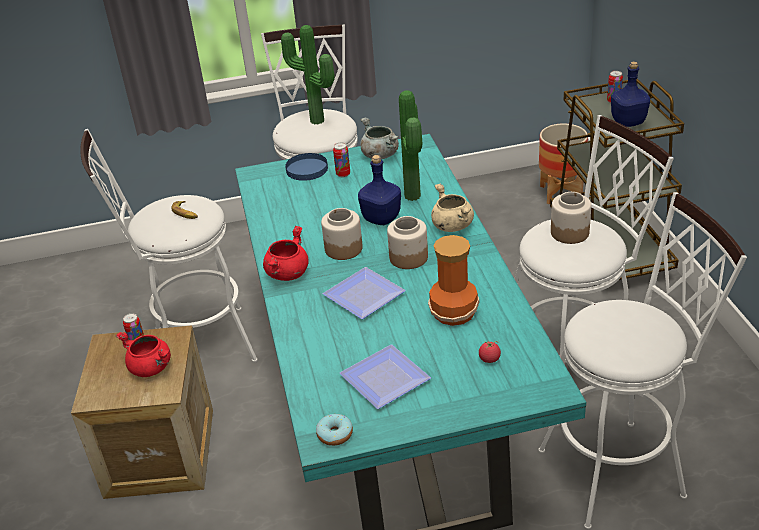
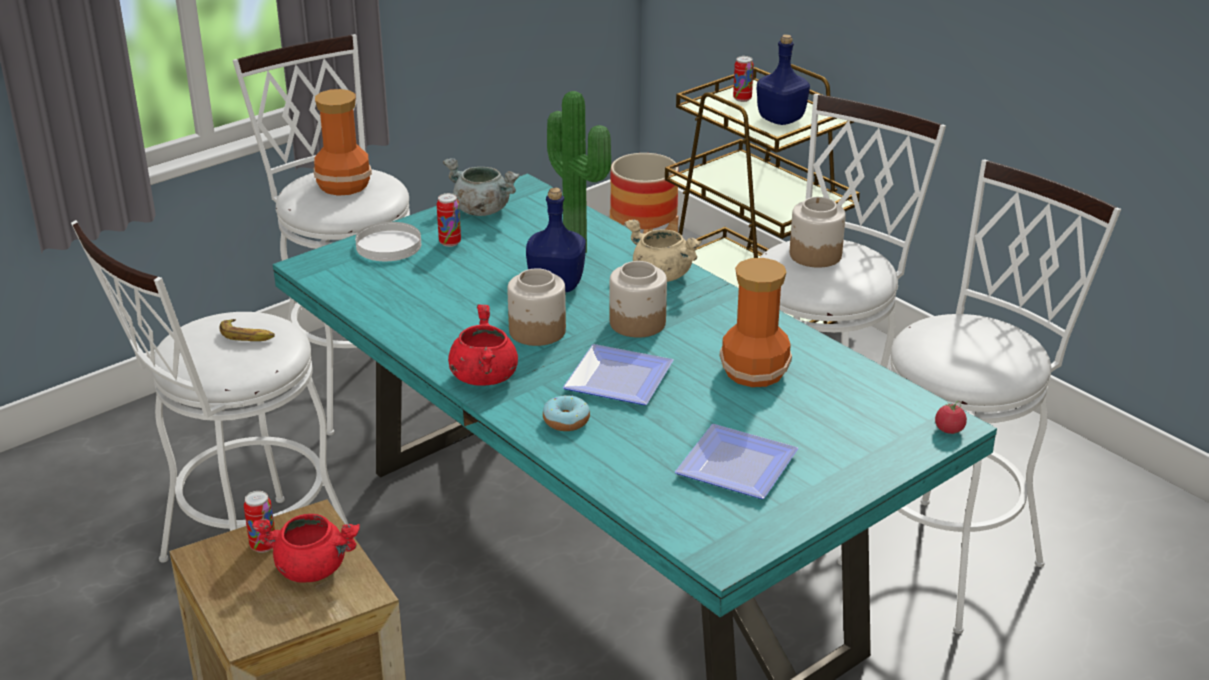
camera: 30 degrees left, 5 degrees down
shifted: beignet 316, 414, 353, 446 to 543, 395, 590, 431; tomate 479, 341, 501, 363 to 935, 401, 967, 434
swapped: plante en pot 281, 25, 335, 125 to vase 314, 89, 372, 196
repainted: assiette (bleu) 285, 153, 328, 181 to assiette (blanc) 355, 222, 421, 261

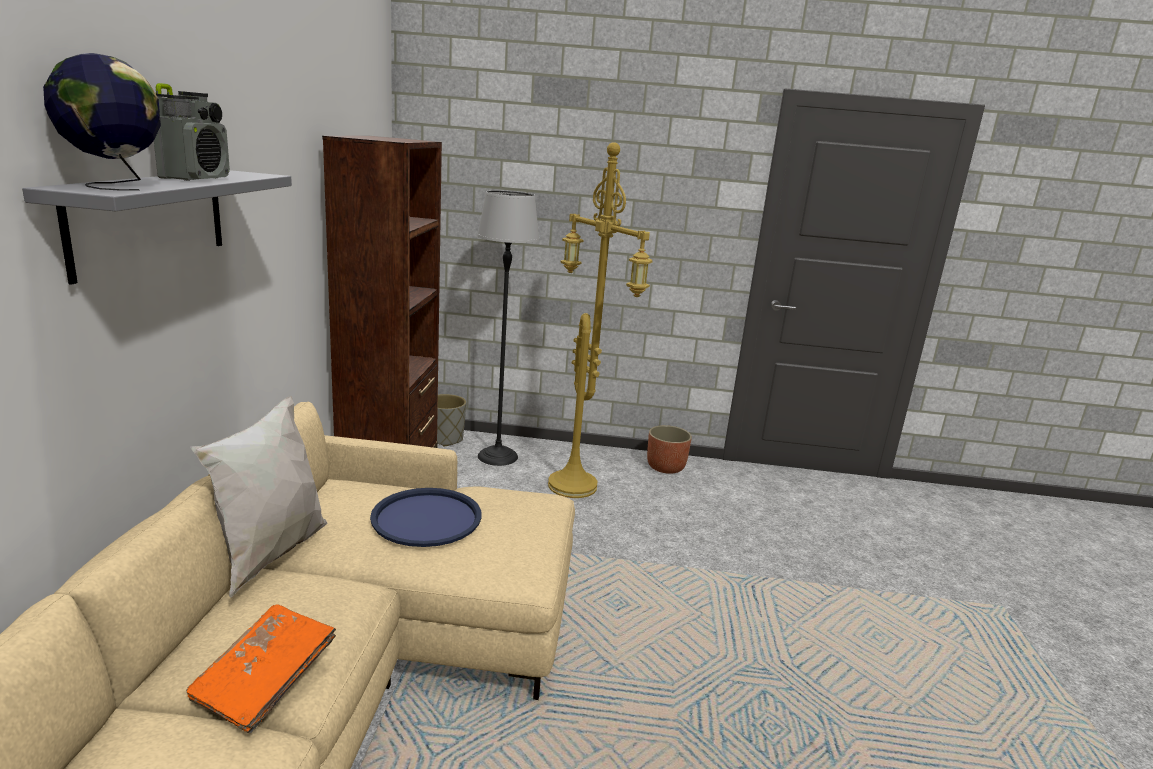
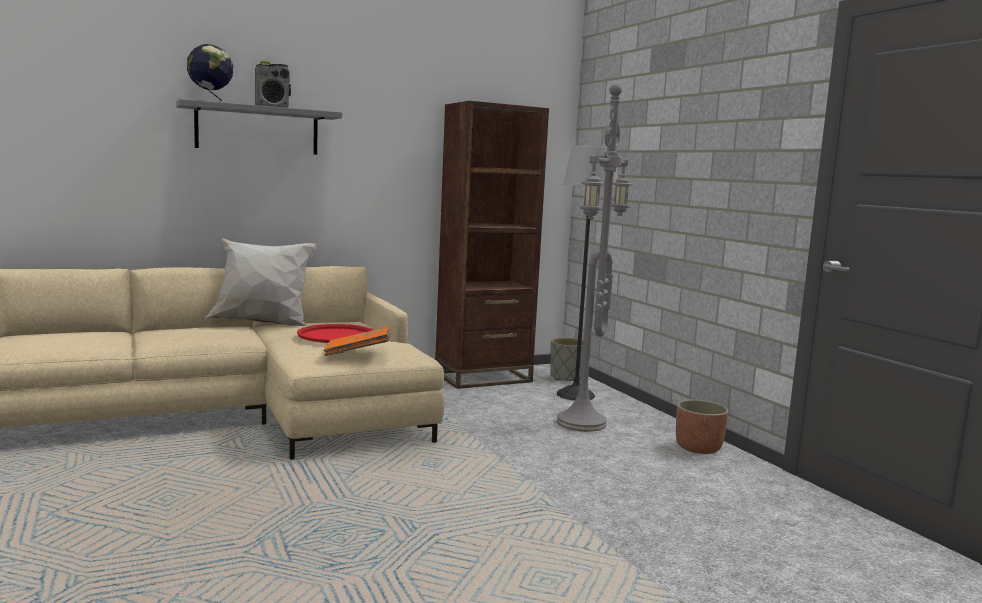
camera: 60 degrees right, 10 degrees down
shifted: livre (orange) 186, 604, 336, 734 to 324, 327, 390, 356
repainted: plateau (bleu) 370, 488, 482, 547 to plateau (rouge) 297, 324, 373, 343; lampadaire (jaune) 548, 142, 653, 498 to lampadaire (gris) 557, 83, 632, 432

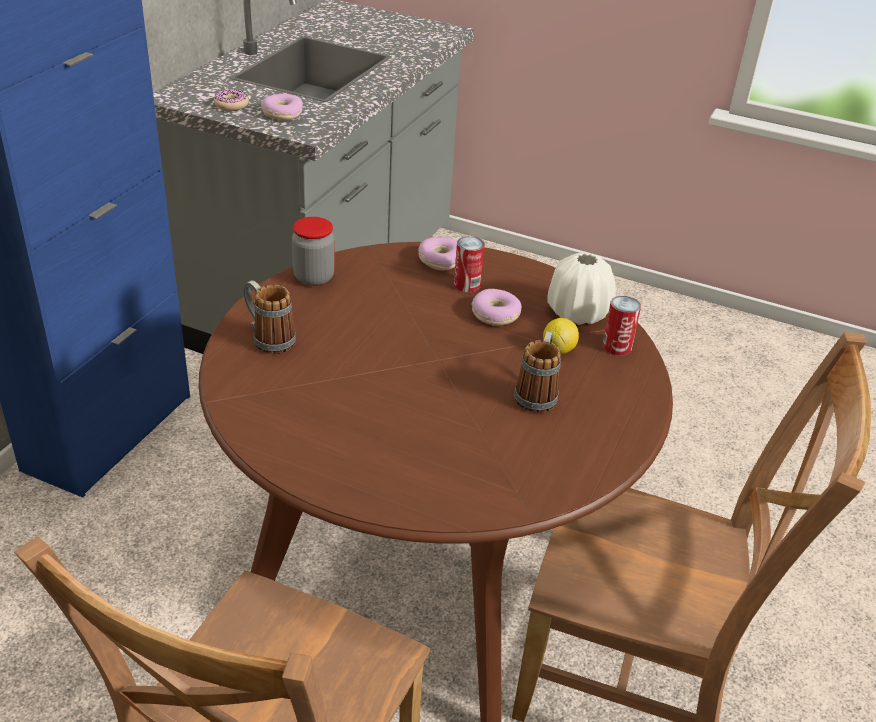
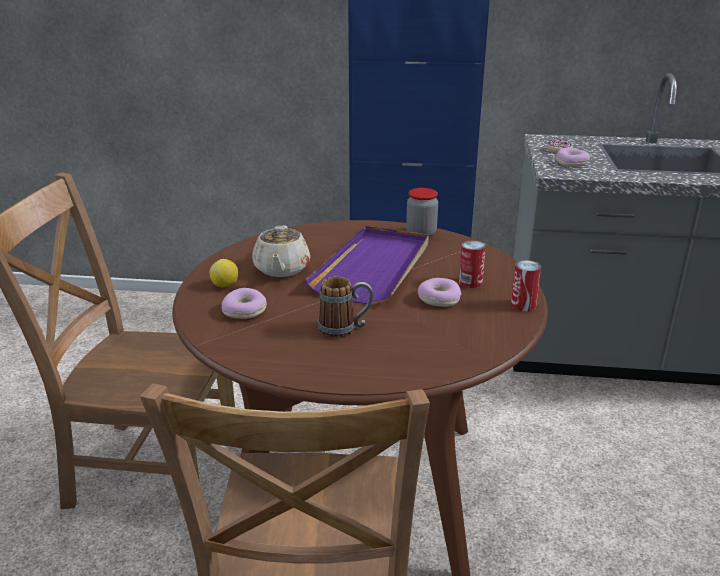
camera: 75 degrees right, 10 degrees down
gone: mug 243, 280, 296, 354; vase (blanc) 547, 252, 616, 325
new: théière (beige) 252, 225, 310, 277; plateau (violet) 305, 226, 429, 305
shifted: beignet 418, 237, 457, 271 to 222, 288, 267, 319; citron 543, 318, 579, 354 to 209, 259, 238, 287; boîte métallique 602, 296, 641, 356 to 511, 260, 541, 311

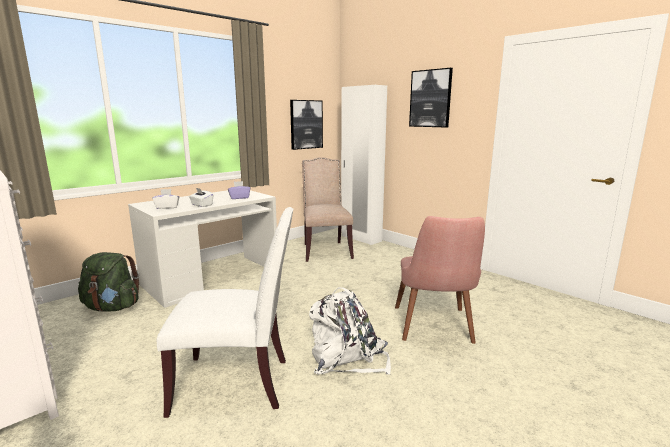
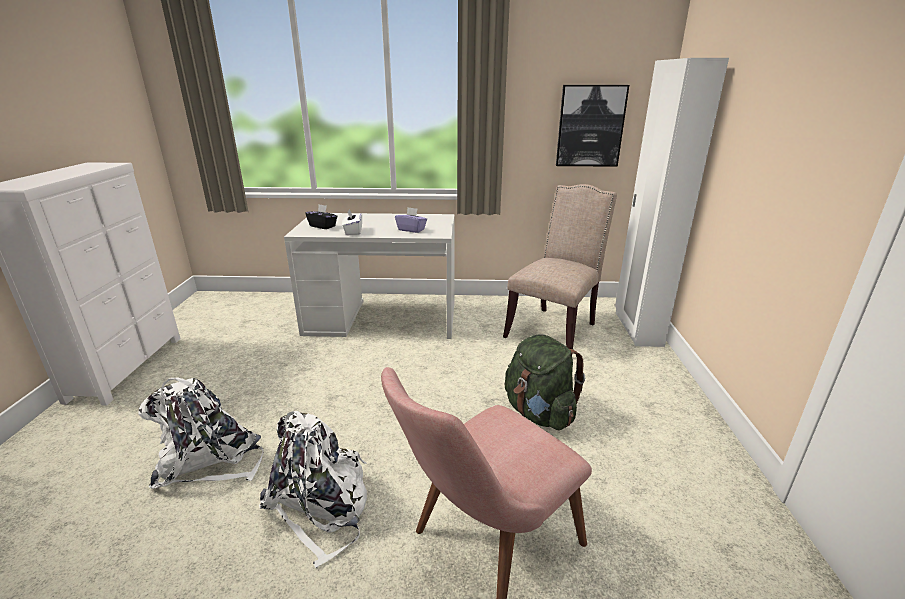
camera: 45 degrees right, 10 degrees up
gone: tableau 409, 68, 453, 127
shifted: sac à dos (vert) 78, 252, 139, 312 to 505, 334, 585, 430
swapped: chaise (blanc) 157, 207, 294, 418 to sac à dos (blanc) 138, 378, 264, 489
repainted: boîte à mouchoirs (blanc) 152, 189, 179, 209 to boîte à mouchoirs (noir) 305, 204, 338, 229

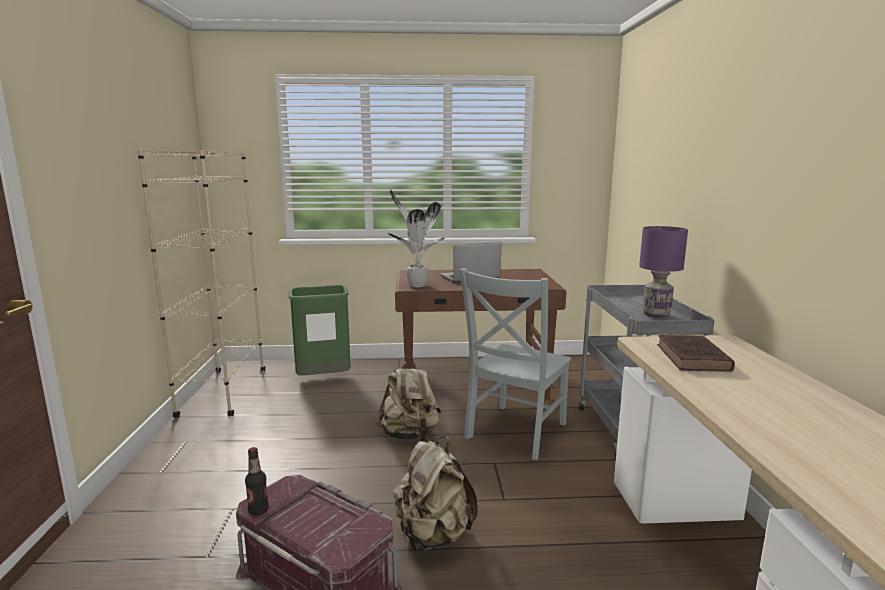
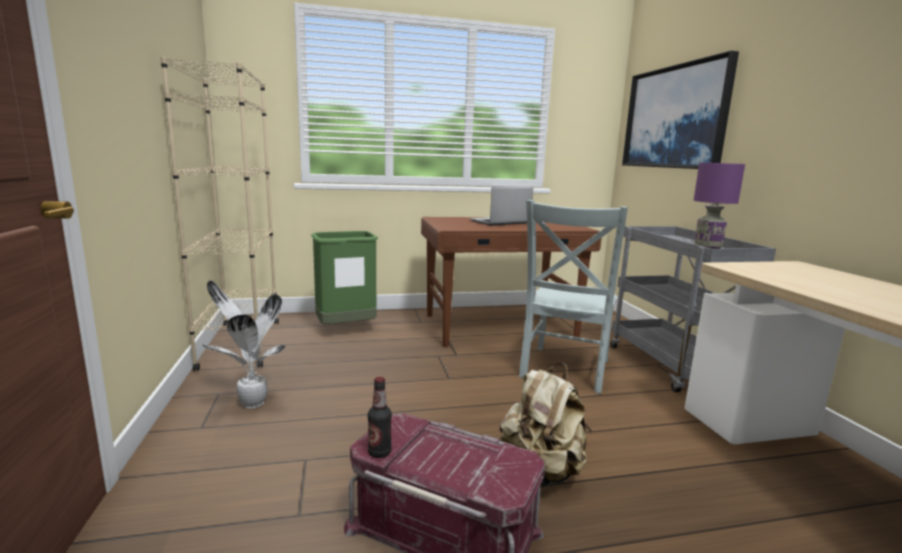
camera: 10 degrees left, 0 degrees up
gone: sac à dos (beige) 377, 359, 441, 441; livre (marron) 657, 335, 735, 372
new: tableau 622, 51, 739, 169
shifted: plante en pot 387, 190, 445, 287 to 201, 281, 286, 409

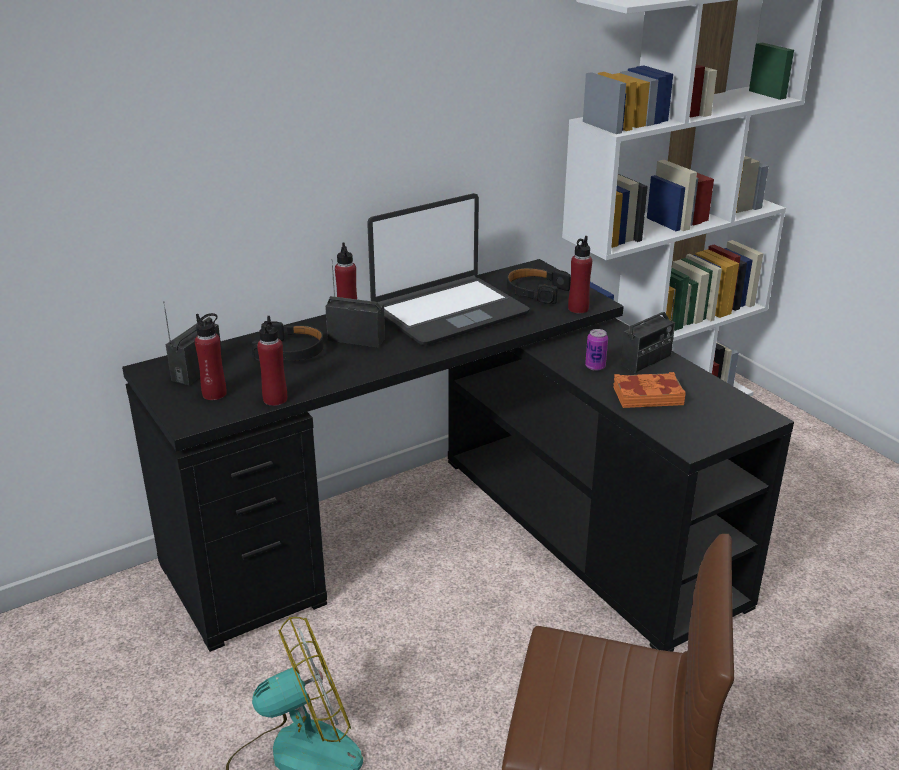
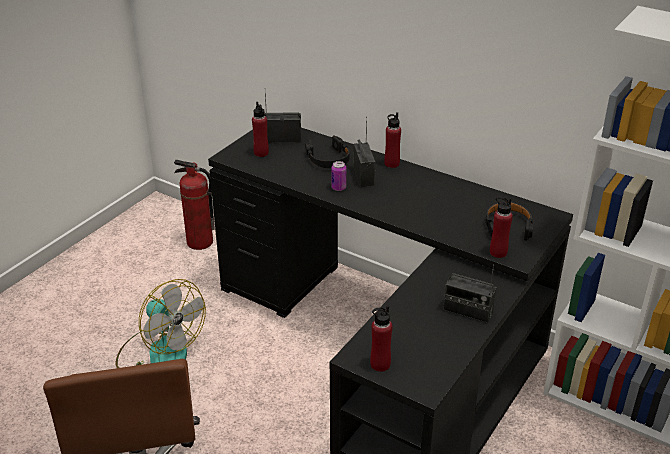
camera: 65 degrees right, 5 degrees up
gone: ordinateur portable 367, 193, 530, 345; livre (orange) 613, 372, 686, 408
new: extincteur 174, 160, 215, 250
shifted: bouteille (rouge) 257, 316, 287, 406 to 370, 305, 393, 372; boîte métallique 585, 329, 608, 371 to 331, 161, 346, 191

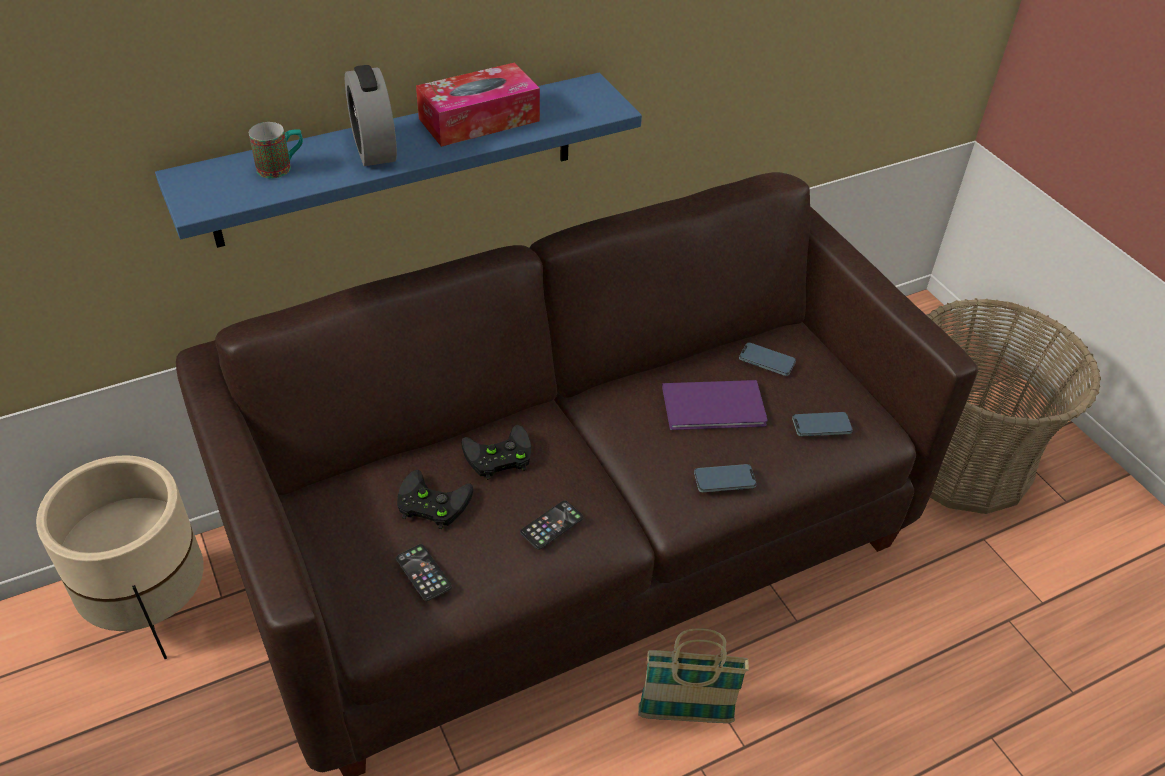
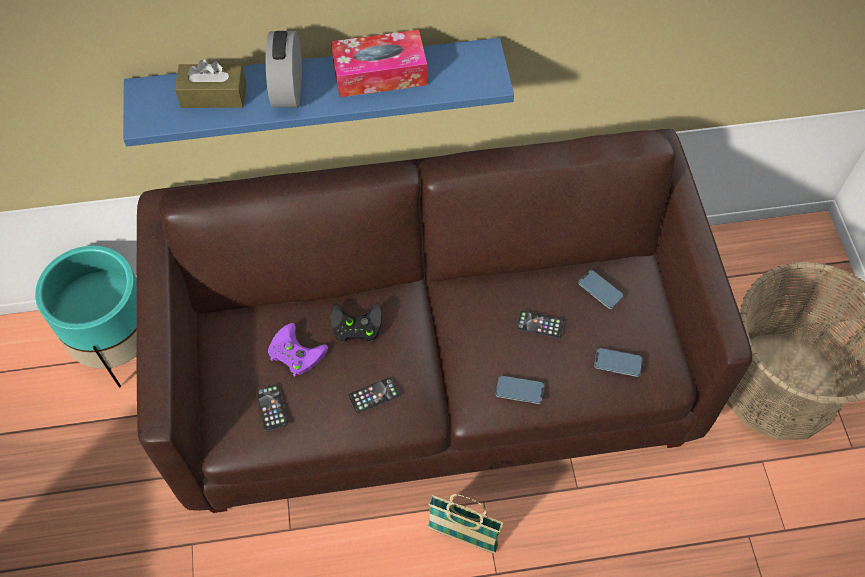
camera: 20 degrees right, 15 degrees up
swapped: mug 249, 122, 303, 178 to boîte à mouchoirs (marron) 175, 59, 246, 108; livre (violet) 662, 380, 768, 430 to téléphone 517, 311, 564, 338
repainted: cache-pot (beige) 36, 455, 204, 659 to cache-pot (turquoise) 35, 246, 137, 388; manette (noir) 397, 470, 473, 529 to manette (violet) 268, 323, 328, 376

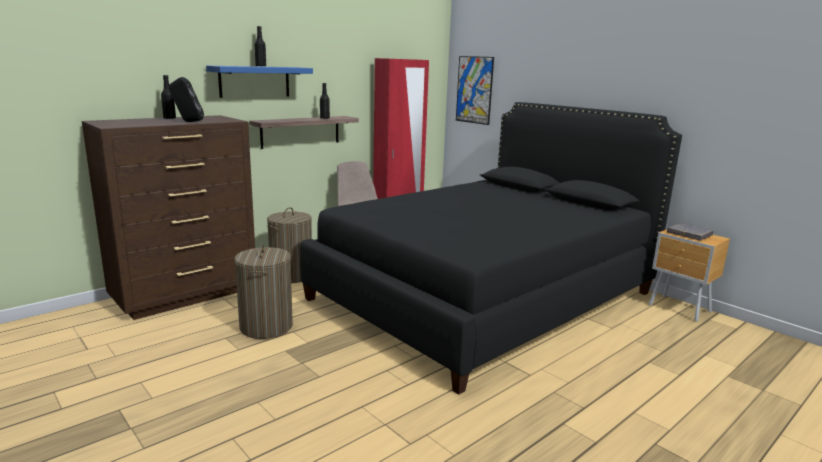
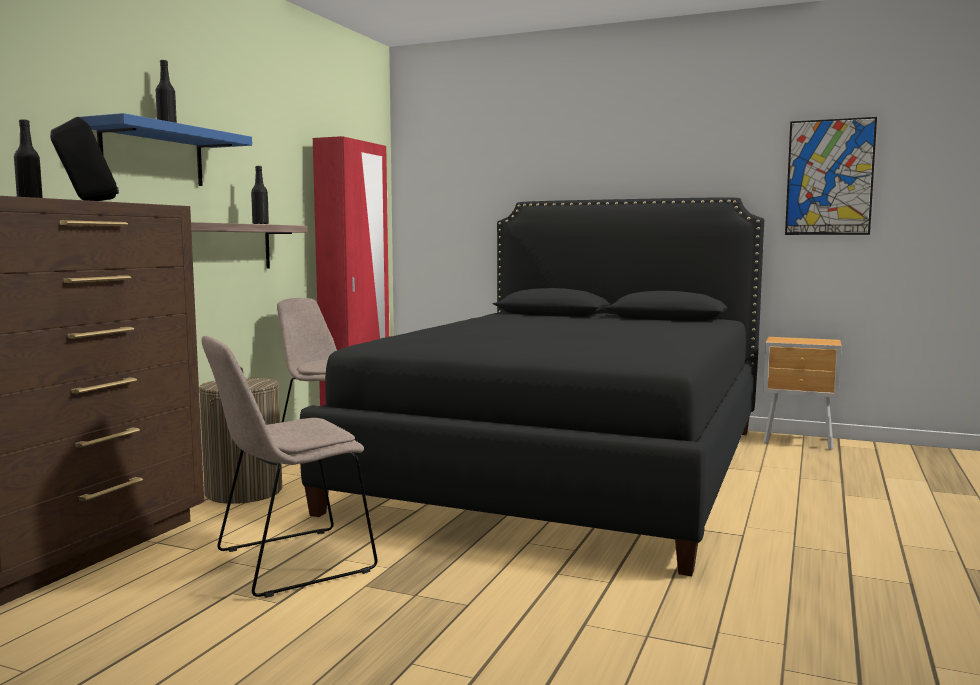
camera: 25 degrees left, 10 degrees down
gone: livre (gris) 667, 223, 714, 241
shifted: tableau 456, 56, 494, 125 to 785, 117, 877, 235
swapped: panier à linge 234, 244, 293, 339 to chaise (beige) 201, 336, 378, 598

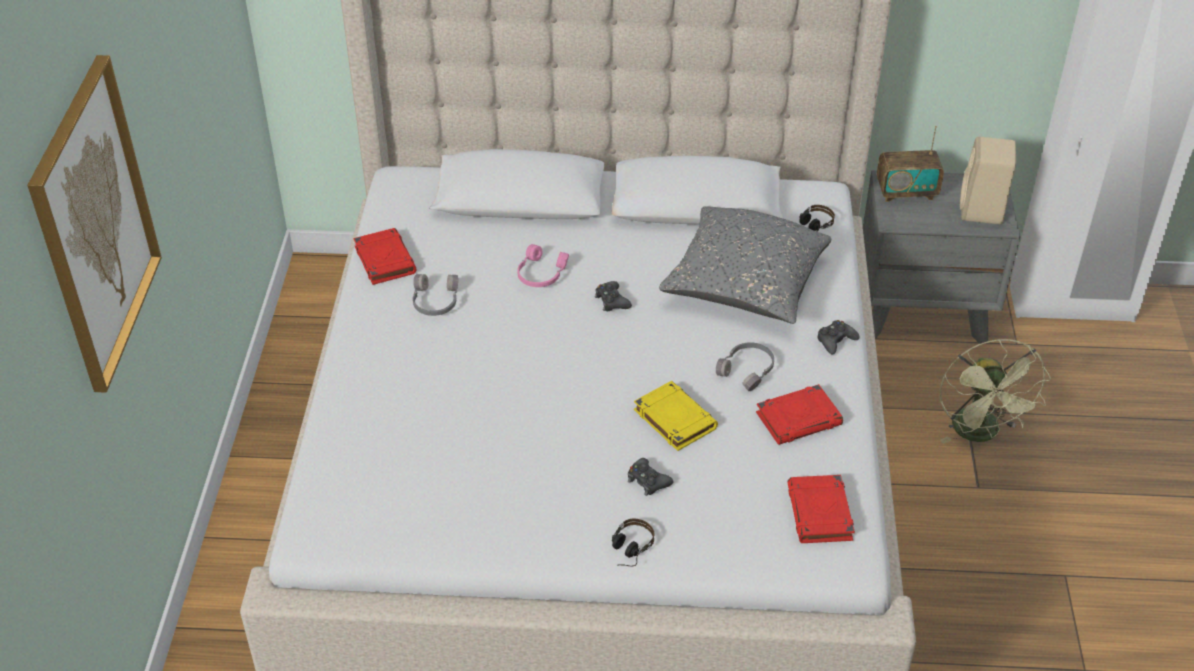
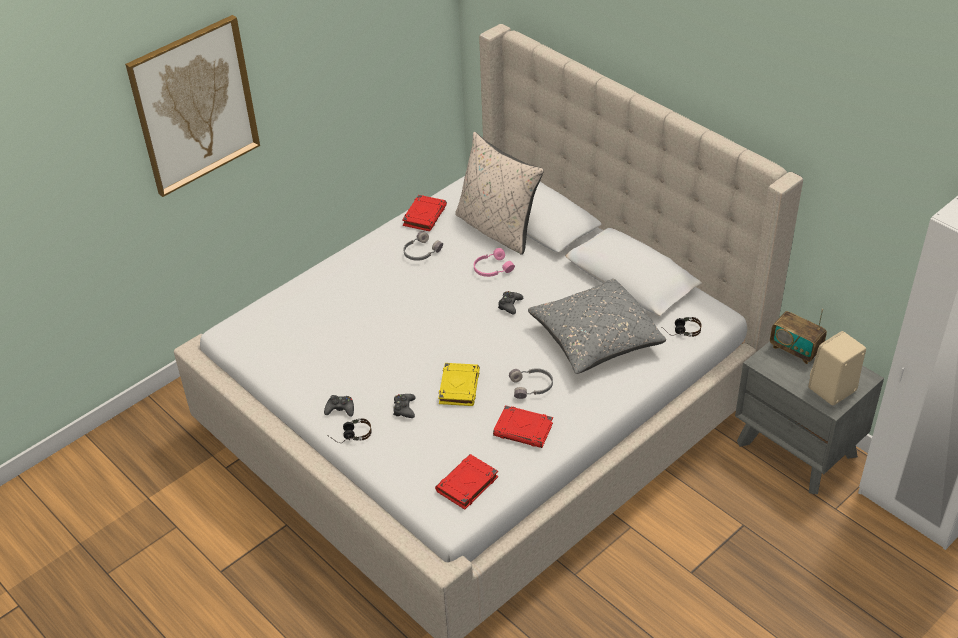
camera: 45 degrees right, 0 degrees up
gone: ventilateur (vert) 940, 339, 1051, 444
new: coussin (beige) 455, 132, 544, 255
shifted: manette (noir) 818, 320, 859, 354 to 324, 395, 354, 416

